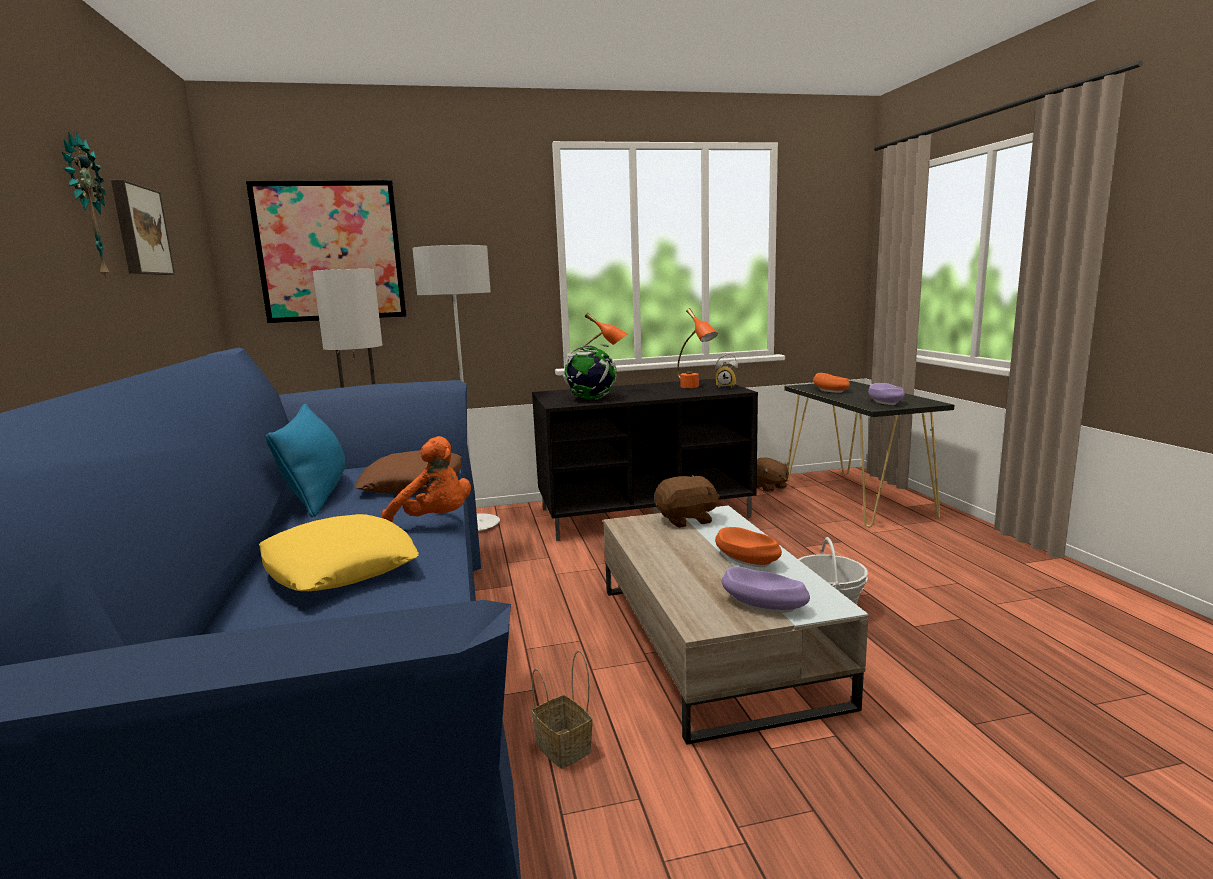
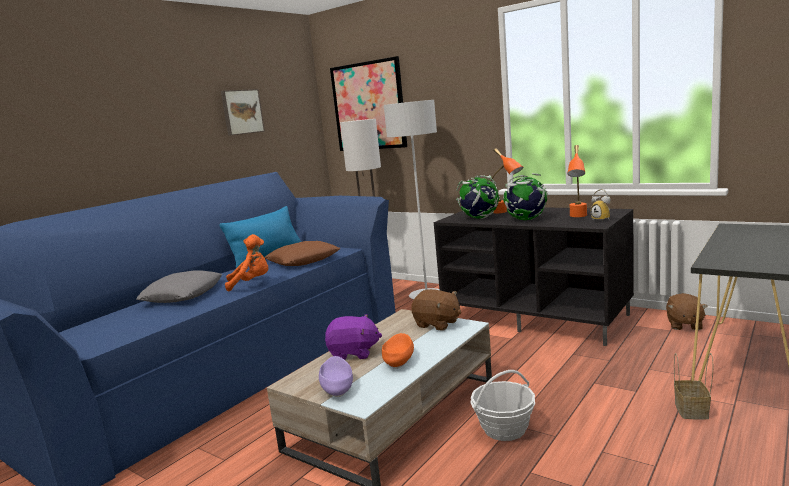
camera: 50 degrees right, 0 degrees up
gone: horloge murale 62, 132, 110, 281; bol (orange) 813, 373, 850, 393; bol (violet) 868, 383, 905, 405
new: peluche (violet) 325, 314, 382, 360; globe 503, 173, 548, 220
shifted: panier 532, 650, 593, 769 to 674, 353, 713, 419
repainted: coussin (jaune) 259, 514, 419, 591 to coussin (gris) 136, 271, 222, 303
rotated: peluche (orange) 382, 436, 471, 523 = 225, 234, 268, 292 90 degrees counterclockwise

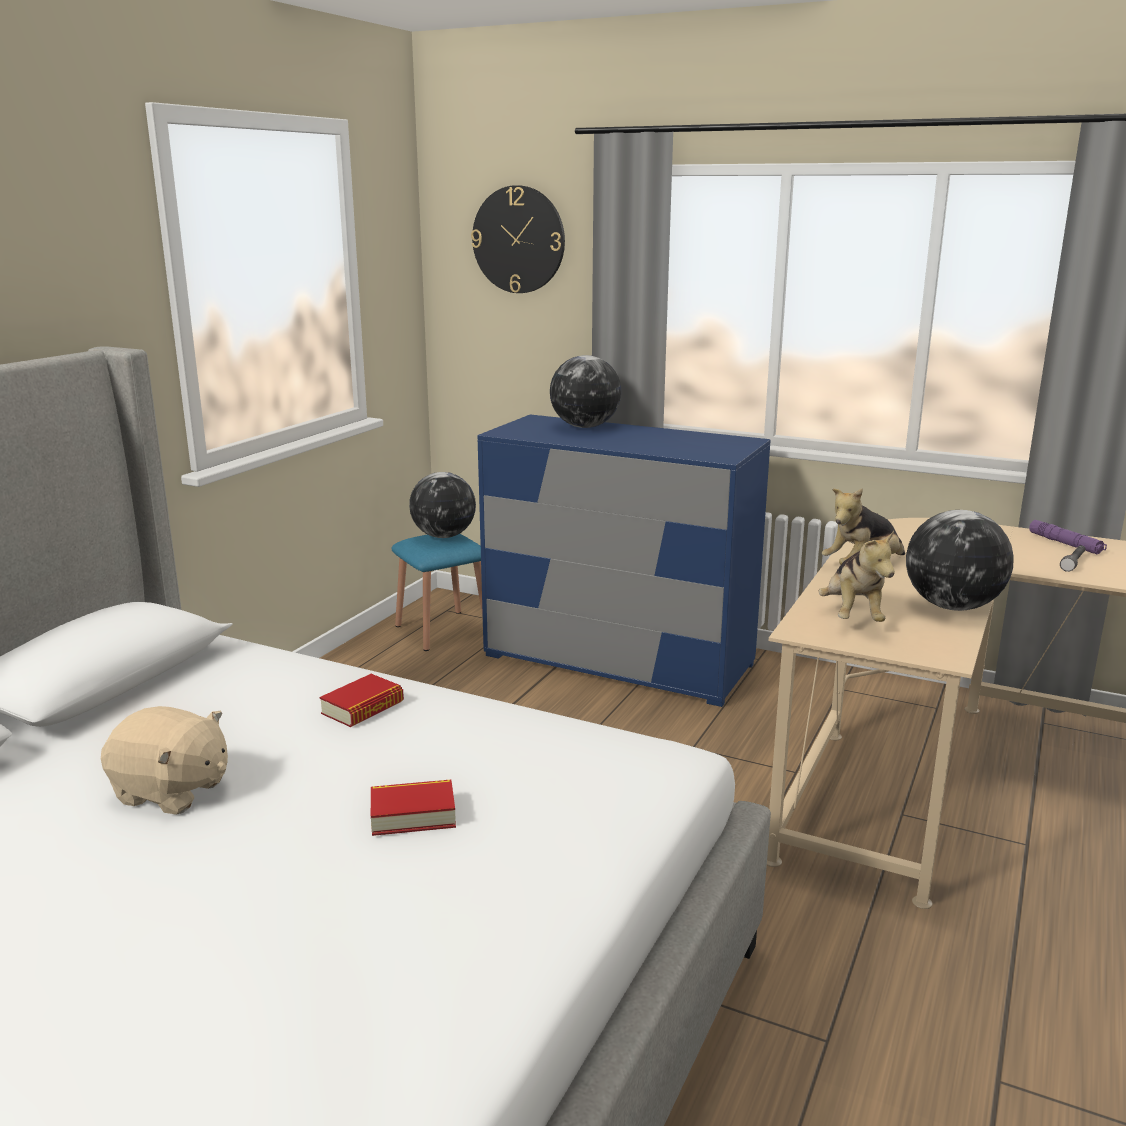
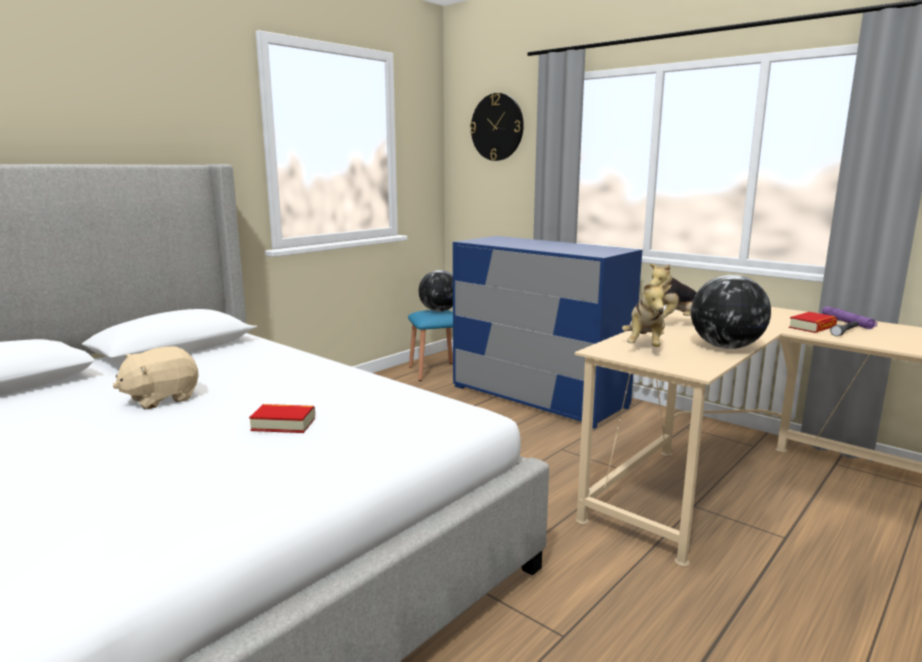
camera: 15 degrees right, 5 degrees down
gone: globe 550, 355, 621, 428
shifted: livre 319, 674, 404, 727 to 789, 312, 837, 333
rotated: peluche (beige) 101, 706, 228, 815 = 113, 346, 199, 410 105 degrees clockwise

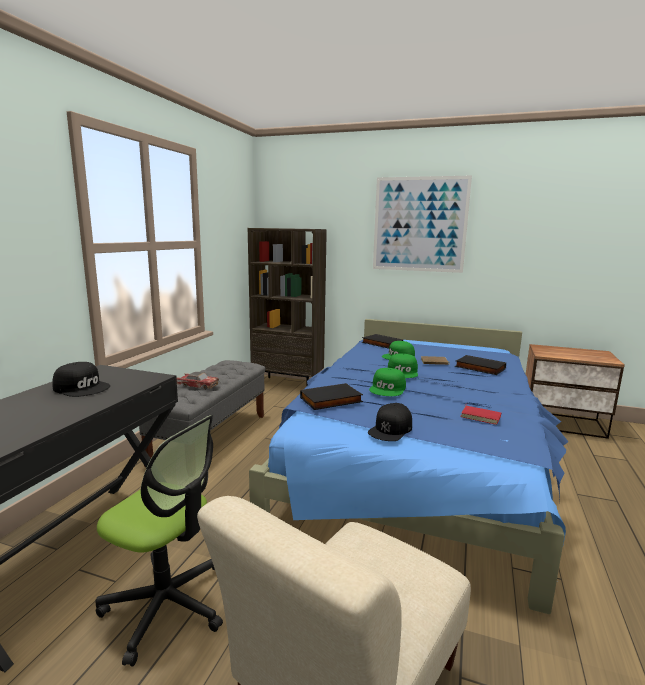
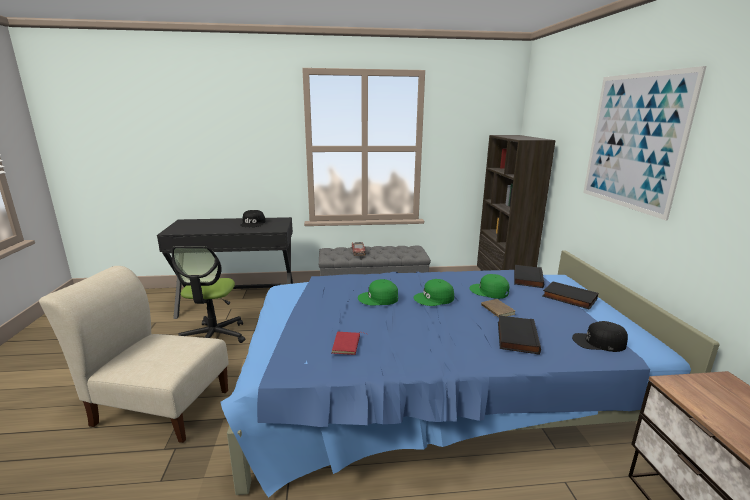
camera: 65 degrees right, 5 degrees up
shifted: livre (noir) 300, 383, 363, 410 to 543, 281, 598, 310; casquette (noir) 368, 403, 412, 441 to 572, 321, 628, 352

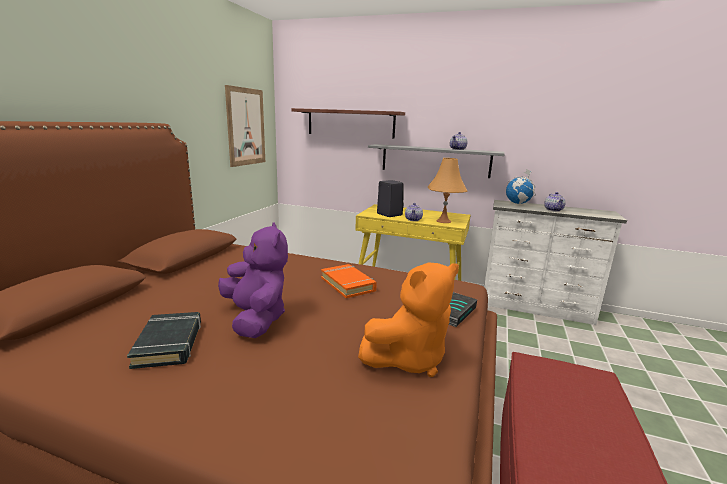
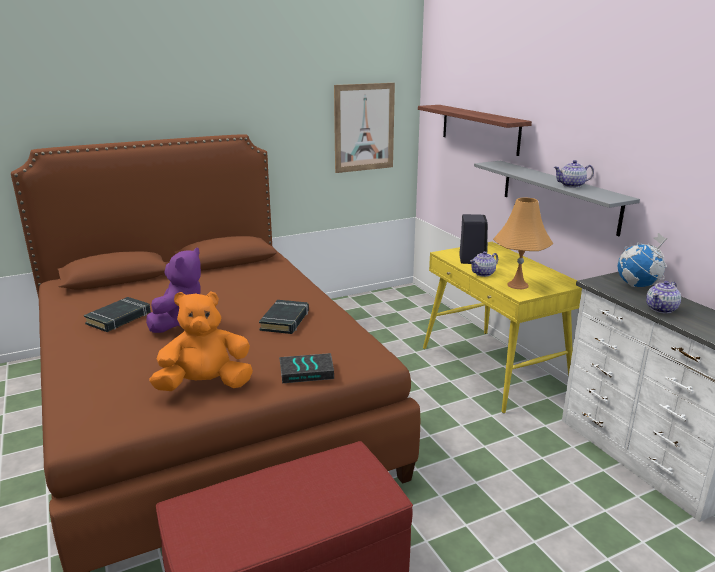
camera: 45 degrees right, 5 degrees up
repainted: livre (orange) 321, 264, 377, 298 to livre (noir) 259, 300, 309, 334
rotated: peluche (orange) 358, 262, 459, 377 = 150, 291, 253, 391 150 degrees clockwise

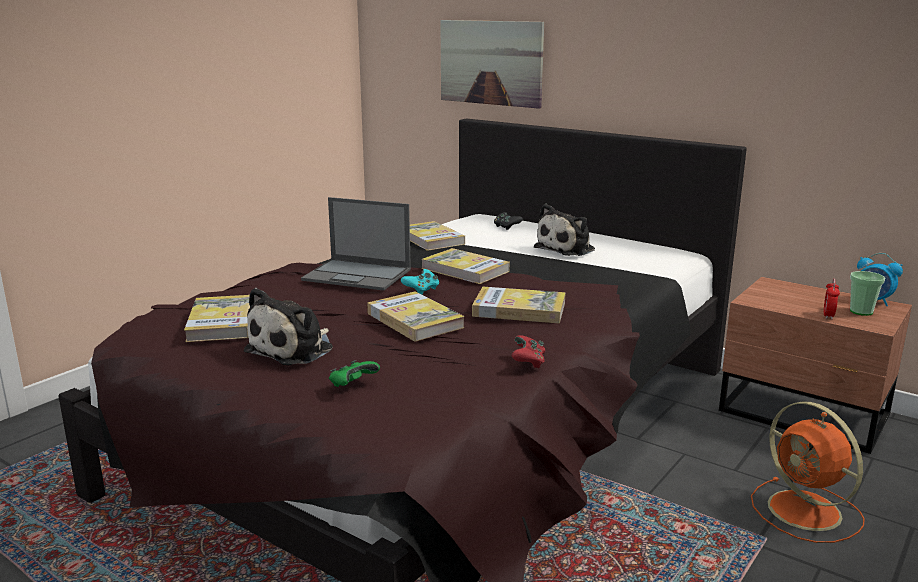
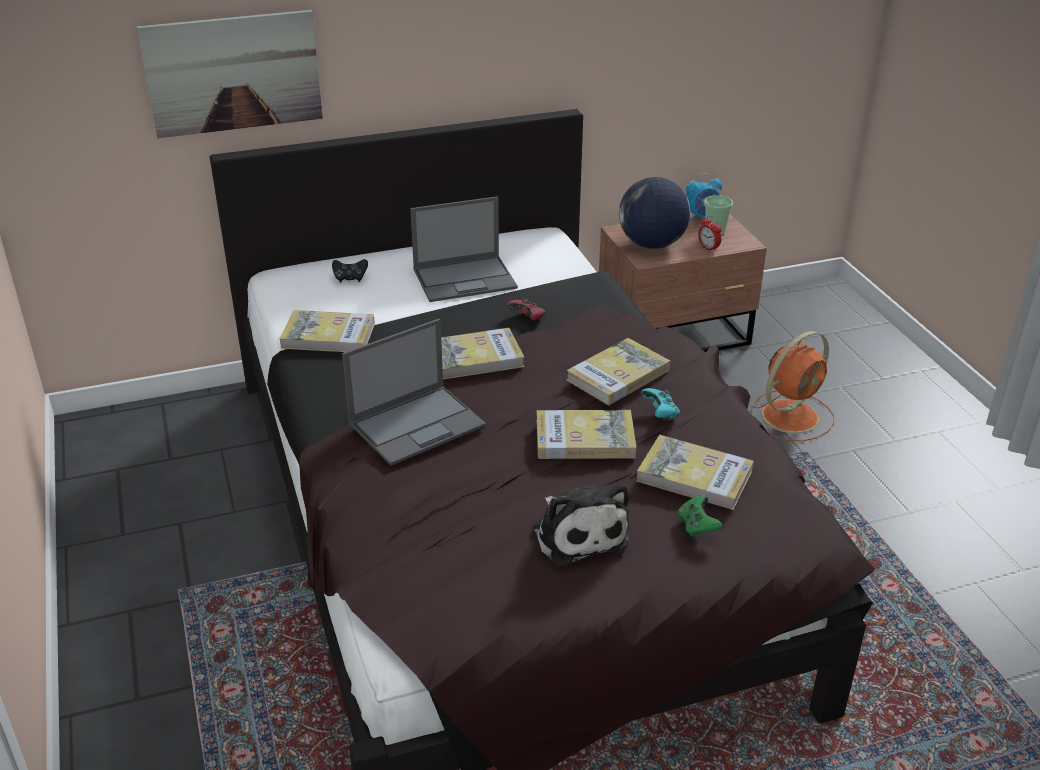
camera: 55 degrees left, 15 degrees up
new: globe 619, 177, 690, 249
shifted: livre 184, 295, 250, 342 to 636, 435, 754, 510; manette (turquoise) 401, 269, 439, 295 to 641, 388, 680, 419; manette (rouge) 511, 335, 545, 368 to 506, 298, 546, 320
swapped: peluche 534, 204, 595, 256 to ordinateur portable 410, 196, 518, 302
rotated: ventilateur (orange) 751, 401, 865, 543 = 753, 331, 834, 441 45 degrees counterclockwise

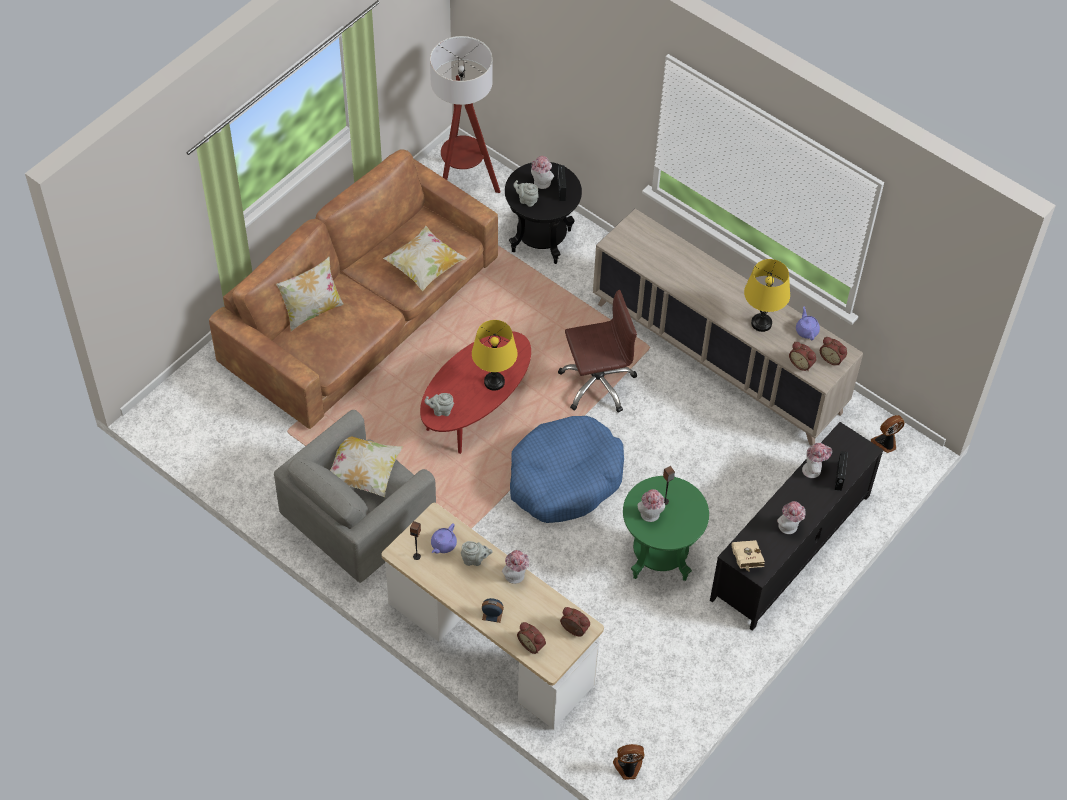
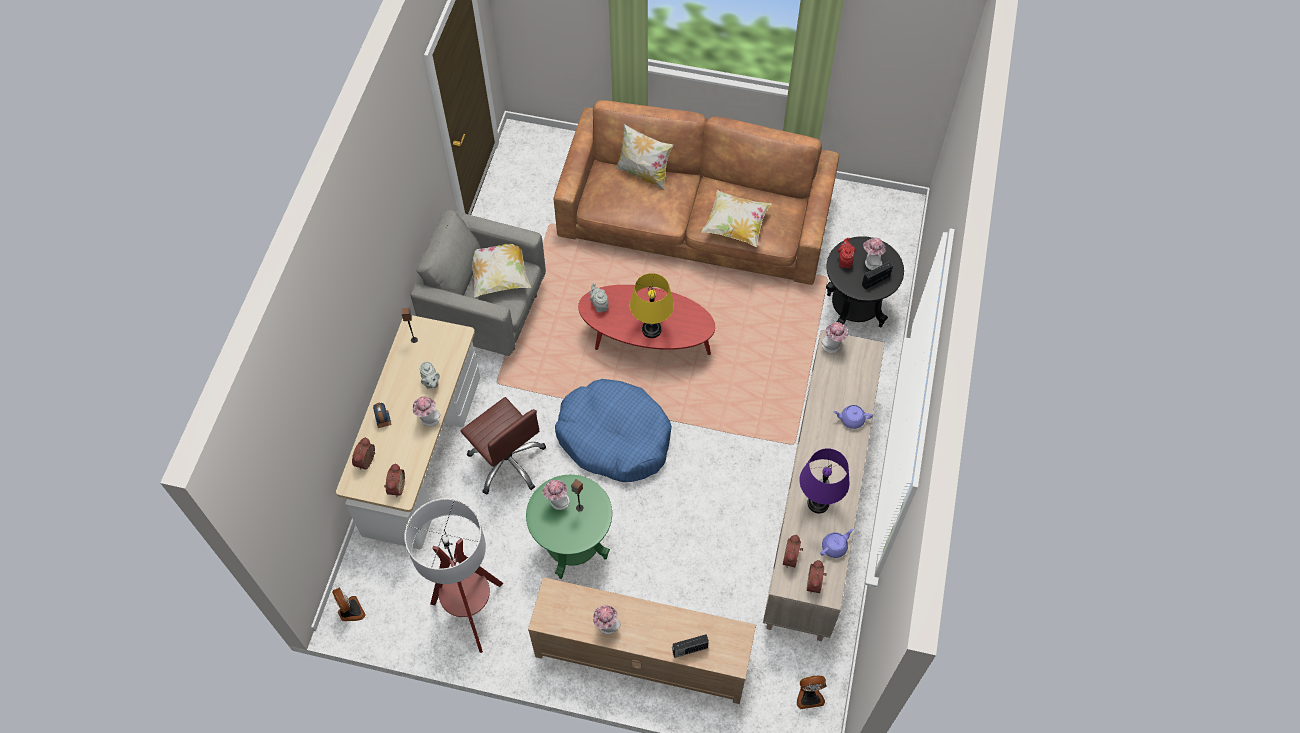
camera: 65 degrees right, 5 degrees up
gone: livre (beige) 731, 540, 765, 572
shifted: lampadaire 430, 36, 500, 193 to 404, 498, 503, 653; théière (violet) 431, 523, 457, 554 to 833, 405, 873, 429; chaise de bureau (marron) 558, 290, 637, 413 to 461, 397, 546, 495; chapeau 802, 443, 832, 478 to 821, 322, 848, 353
repainted: théière (gris) 513, 180, 539, 207 to théière (rouge) 838, 238, 856, 268; meuble télé (noir) 710, 422, 883, 631 to meuble télé (beige) 528, 577, 756, 704; lampe de table (jaune) 744, 259, 790, 332 to lampe de table (violet) 799, 448, 850, 513
rotated: ventilateur 871, 415, 904, 453 = 797, 676, 827, 709 135 degrees clockwise

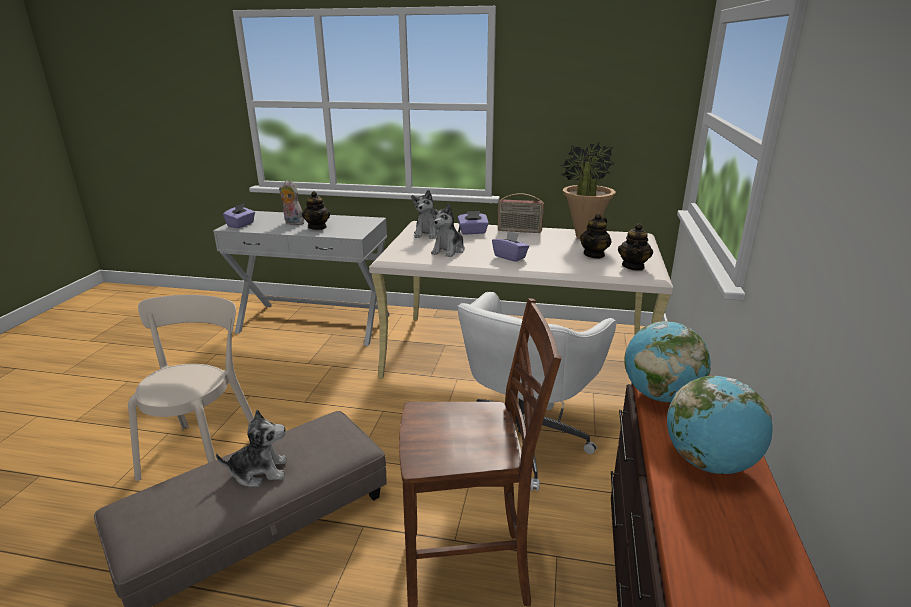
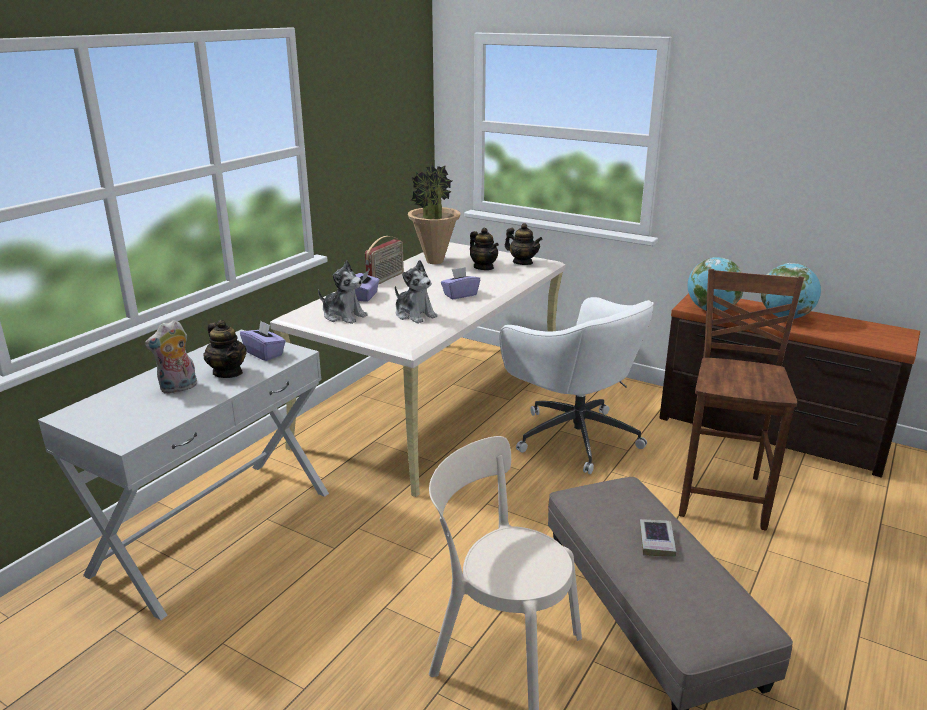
camera: 70 degrees left, 0 degrees up
shifted: boîte à mouchoirs (violet) 223, 203, 255, 228 to 240, 320, 286, 361
swapped: peluche 216, 410, 287, 487 to livre 640, 519, 676, 557
rotated: théière 302, 191, 330, 230 = 203, 320, 247, 378 45 degrees clockwise

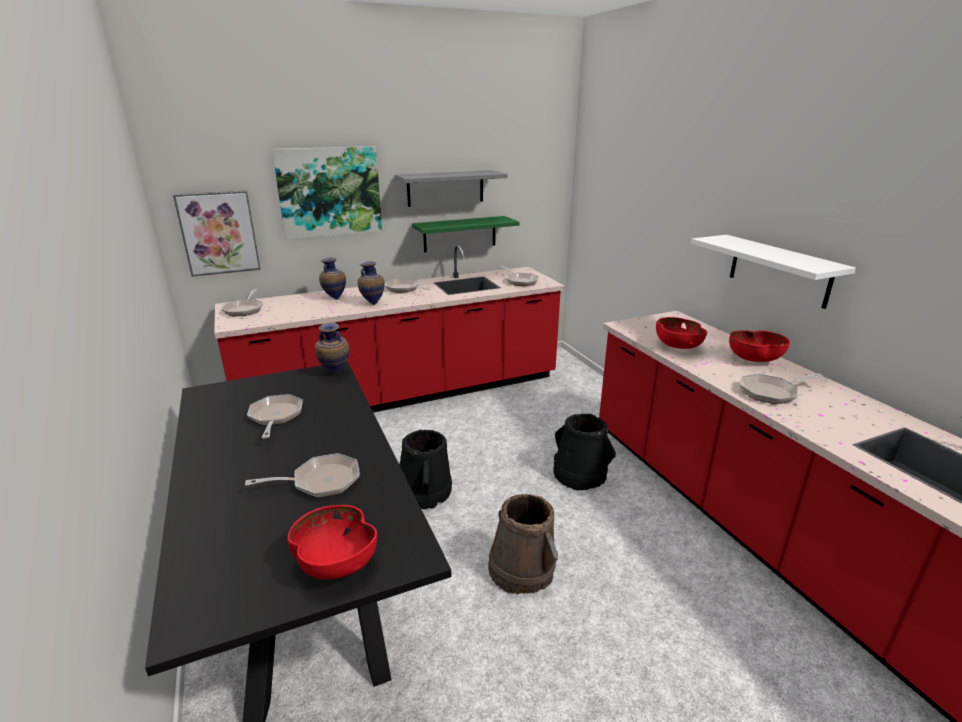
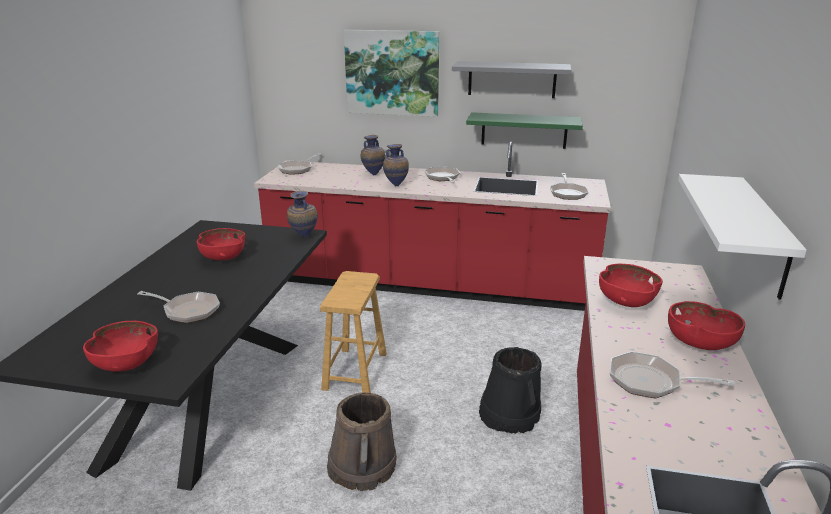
camera: 35 degrees right, 0 degrees up
gone: tableau 173, 191, 261, 277
swapped: poêle 247, 394, 303, 438 to bol (rouge) 197, 228, 245, 260; seau (noir) 399, 430, 452, 510 to tabouret (marron) 320, 271, 387, 393

